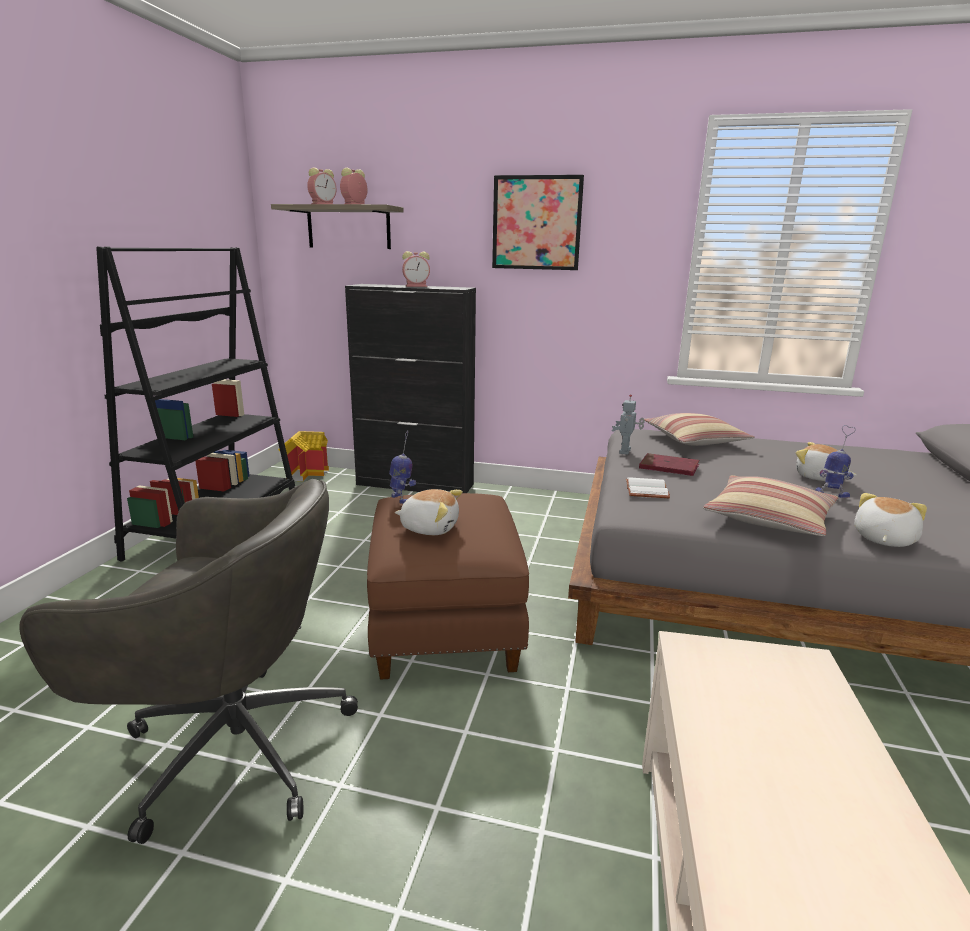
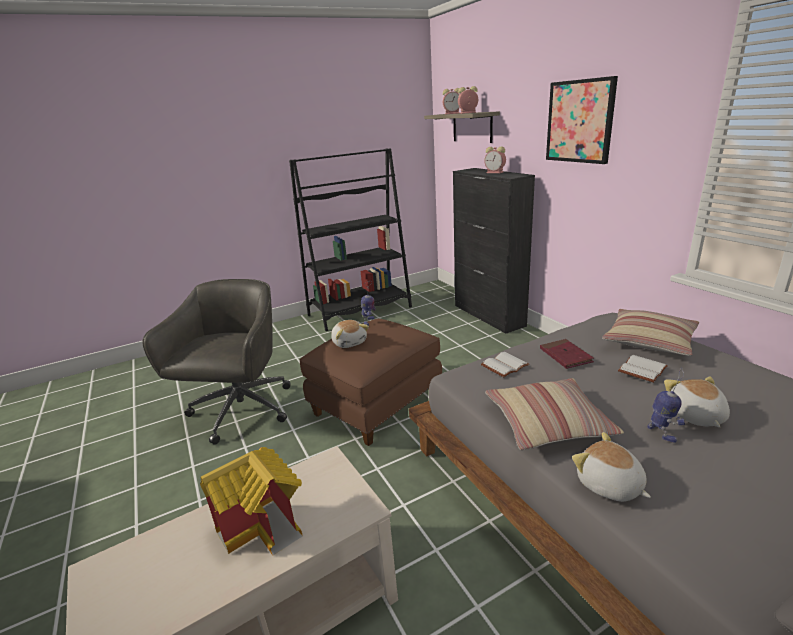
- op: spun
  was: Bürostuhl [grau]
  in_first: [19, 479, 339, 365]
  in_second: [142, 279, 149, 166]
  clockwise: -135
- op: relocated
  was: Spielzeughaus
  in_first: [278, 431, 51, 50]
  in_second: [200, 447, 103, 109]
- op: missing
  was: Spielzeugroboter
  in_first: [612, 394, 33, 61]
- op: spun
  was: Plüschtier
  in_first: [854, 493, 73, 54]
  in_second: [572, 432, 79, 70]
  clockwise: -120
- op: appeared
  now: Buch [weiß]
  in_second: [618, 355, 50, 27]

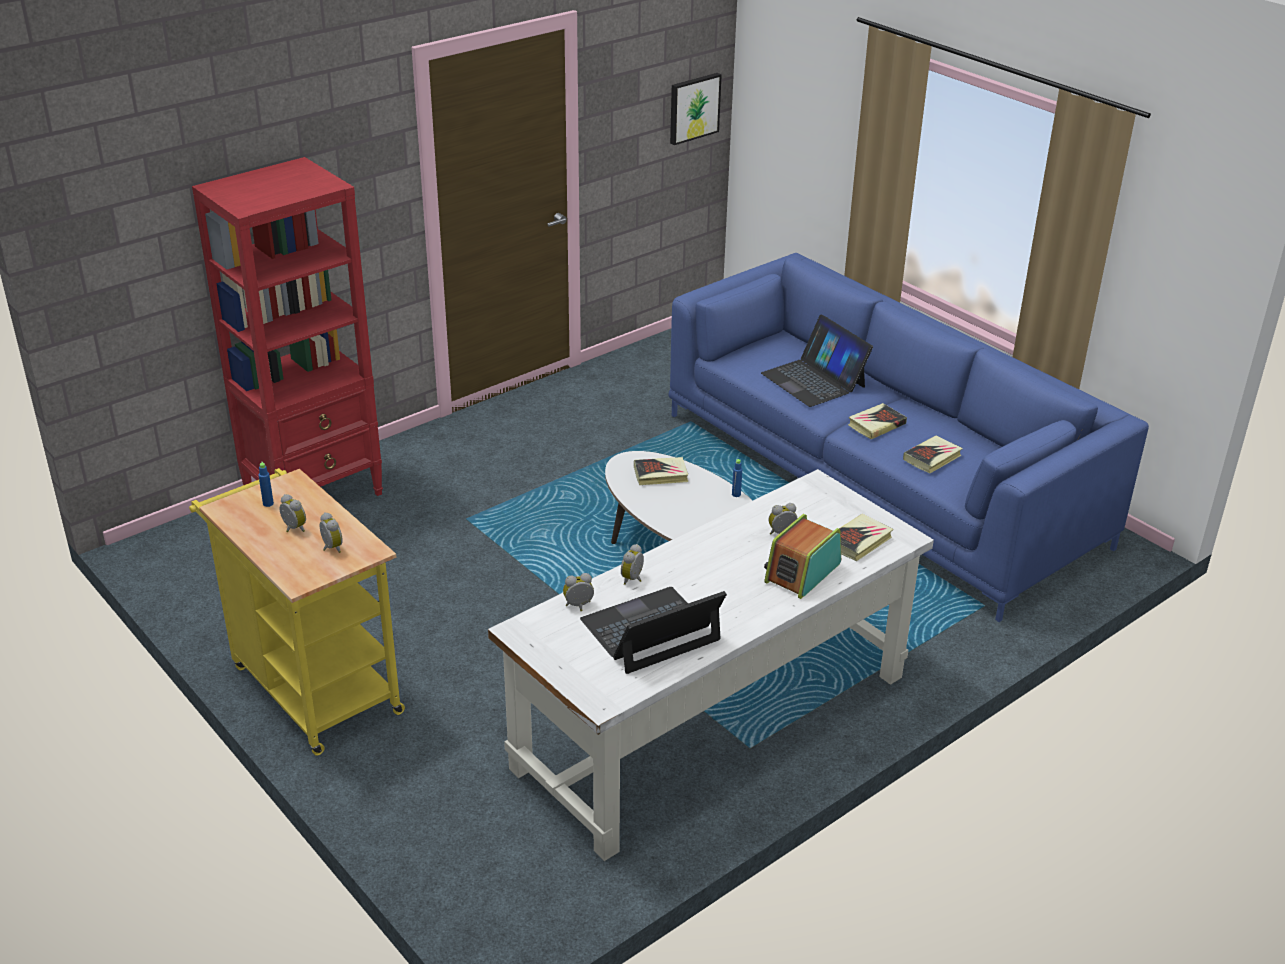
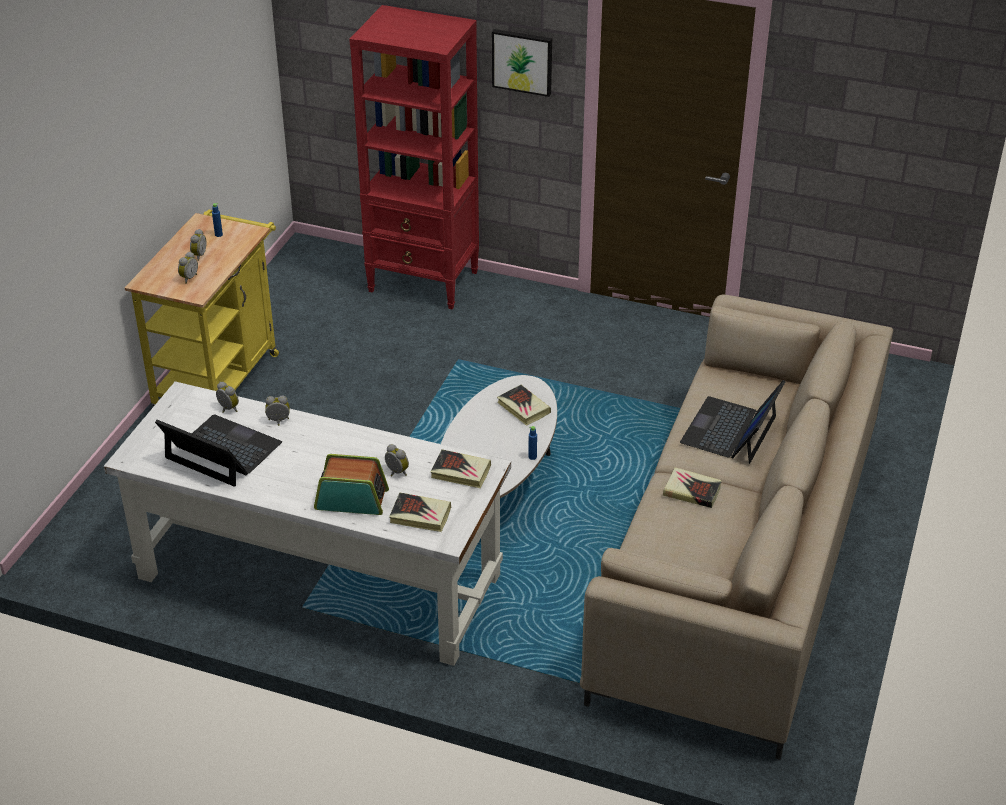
- op: colour
  was: Sofa [blau]
  now: Sofa [beige]
  in_first: [669, 253, 480, 369]
  in_second: [580, 295, 313, 465]
- op: relocated
  was: Bild
  in_first: [670, 73, 52, 72]
  in_second: [492, 29, 60, 68]
- op: relocated
  was: Buch
  in_first: [903, 436, 60, 37]
  in_second: [431, 449, 60, 39]

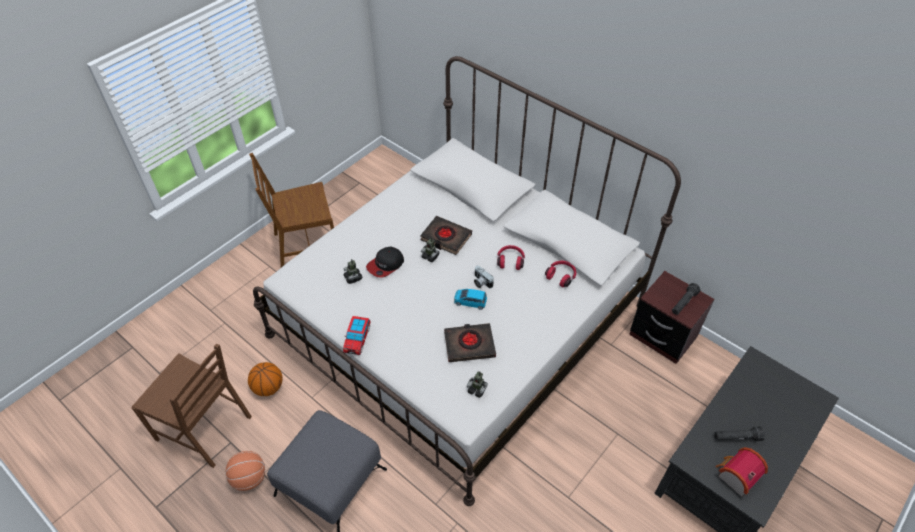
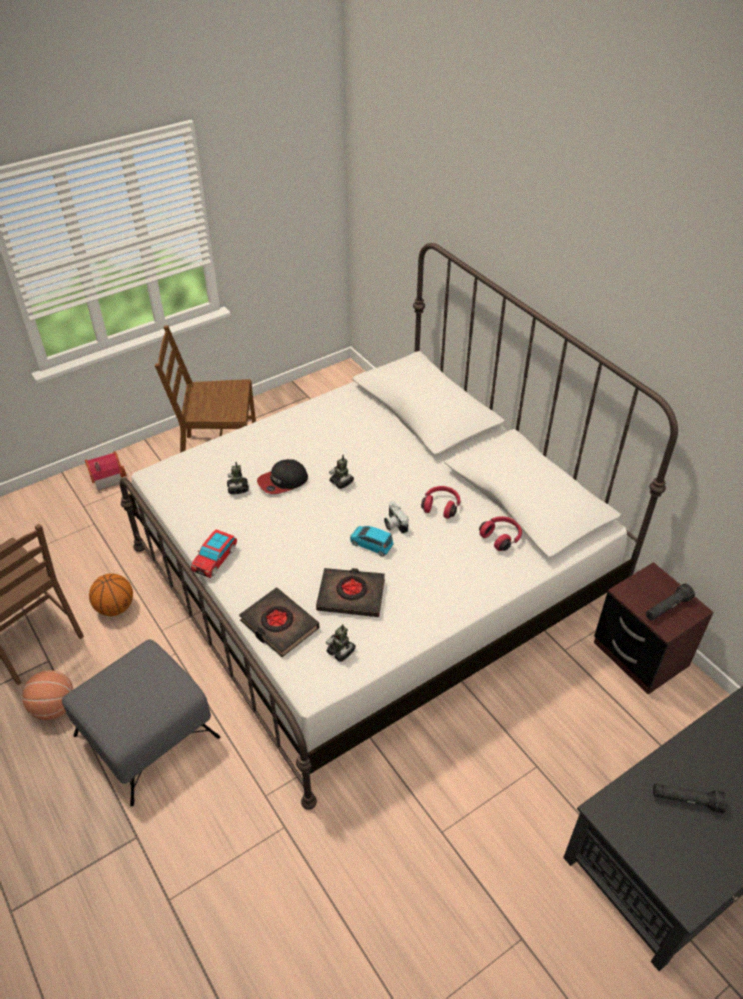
- op: relocated
  was: Buch [schwarz]
  in_first: [420, 216, 52, 39]
  in_second: [239, 587, 80, 70]
- op: relocated
  was: Spielzeughaus
  in_first: [716, 447, 52, 50]
  in_second: [85, 451, 41, 40]

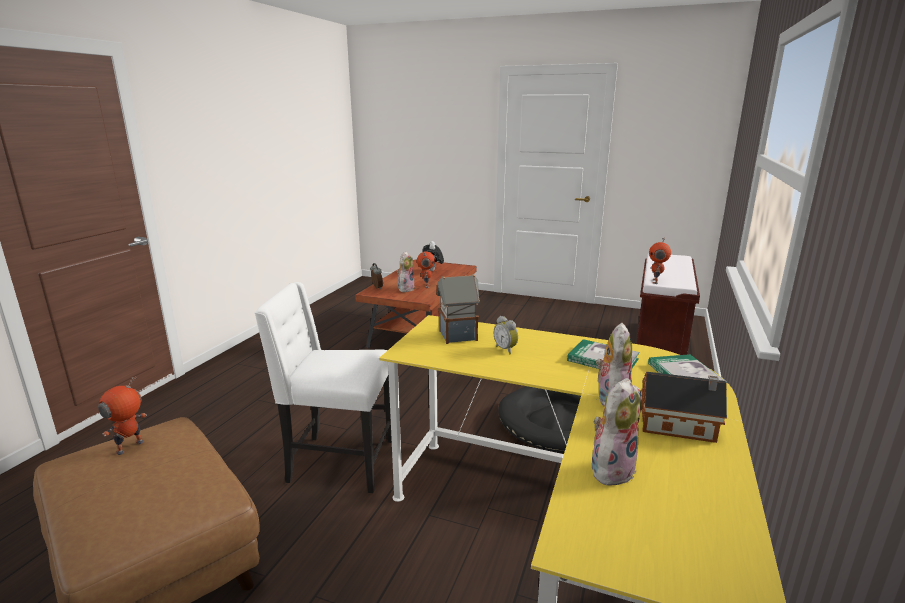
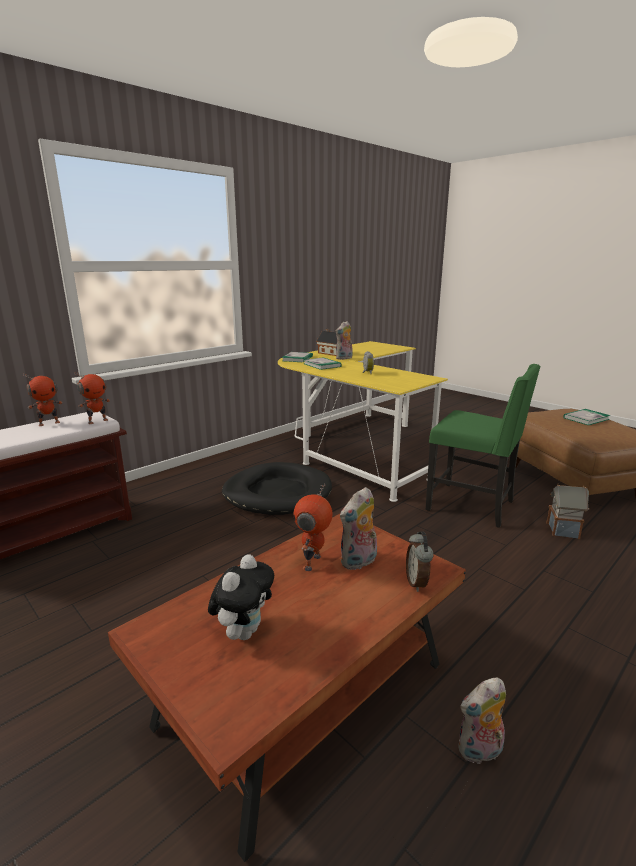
- op: relocated
  was: Spielzeugroboter
  in_first: [98, 376, 49, 79]
  in_second: [23, 374, 40, 52]
- op: colour
  was: Stuhl [weiß]
  now: Stuhl [grün]
  in_first: [254, 282, 138, 211]
  in_second: [426, 364, 115, 164]
- op: relocated
  was: Spielzeughaus
  in_first: [436, 274, 45, 70]
  in_second: [546, 484, 43, 55]
- op: relocated
  was: Plüschtier
  in_first: [592, 378, 50, 108]
  in_second: [458, 678, 48, 86]
- op: appeared
  now: Buch
  in_second: [563, 409, 47, 16]

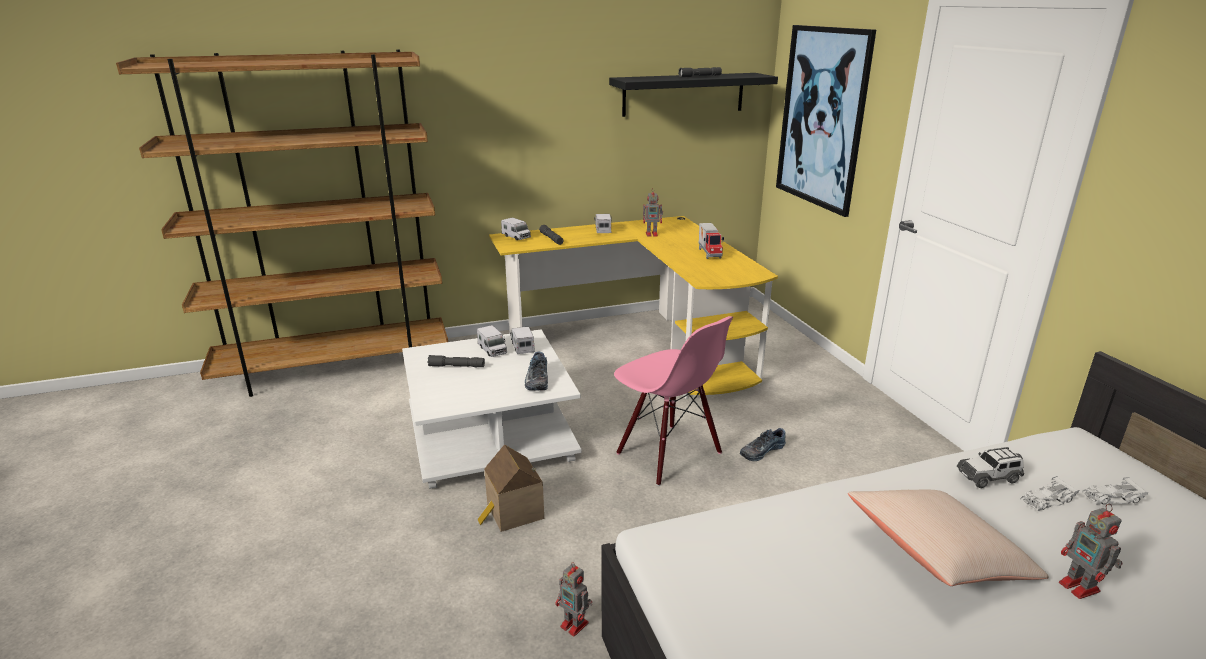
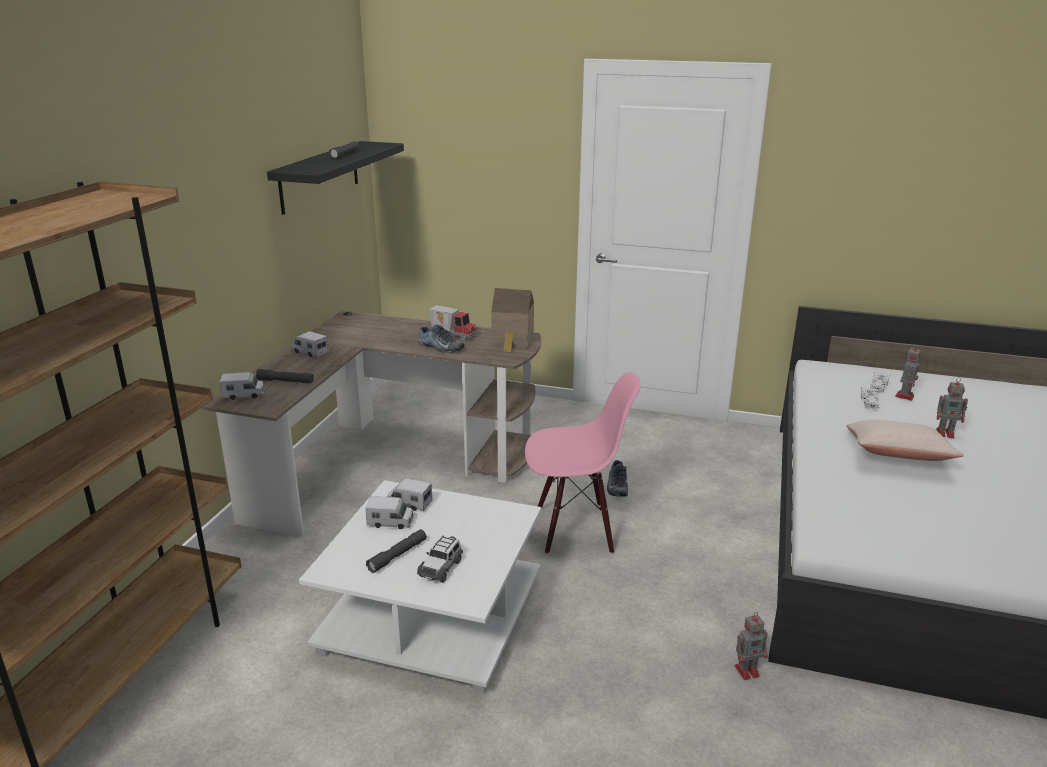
- op: relocated
  was: Spielzeughaus
  in_first: [477, 444, 67, 88]
  in_second: [491, 288, 43, 64]
- op: colour
  was: Schreibtisch [gelb]
  now: Schreibtisch [braun]
  in_first: [489, 216, 289, 183]
  in_second: [202, 311, 339, 226]
- op: relocated
  was: Schuh
  in_first: [525, 352, 23, 39]
  in_second: [418, 324, 47, 29]
- op: relocated
  was: Spielzeugroboter
  in_first: [643, 188, 20, 49]
  in_second: [895, 344, 26, 57]
- op: missing
  was: Bild
  in_first: [776, 25, 100, 192]
- op: relocated
  was: Spielzeugauto
  in_first: [957, 447, 67, 41]
  in_second: [417, 536, 46, 47]

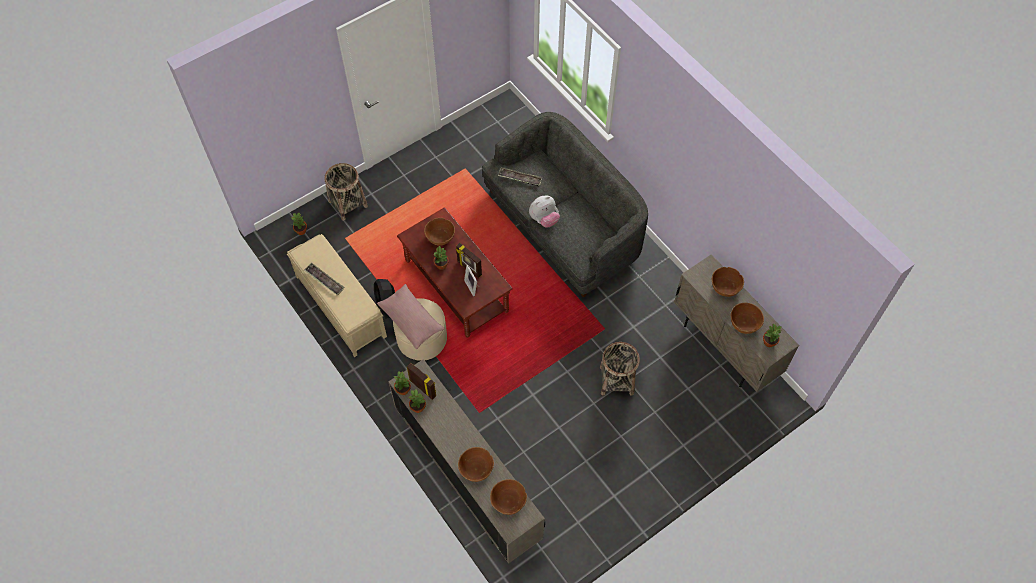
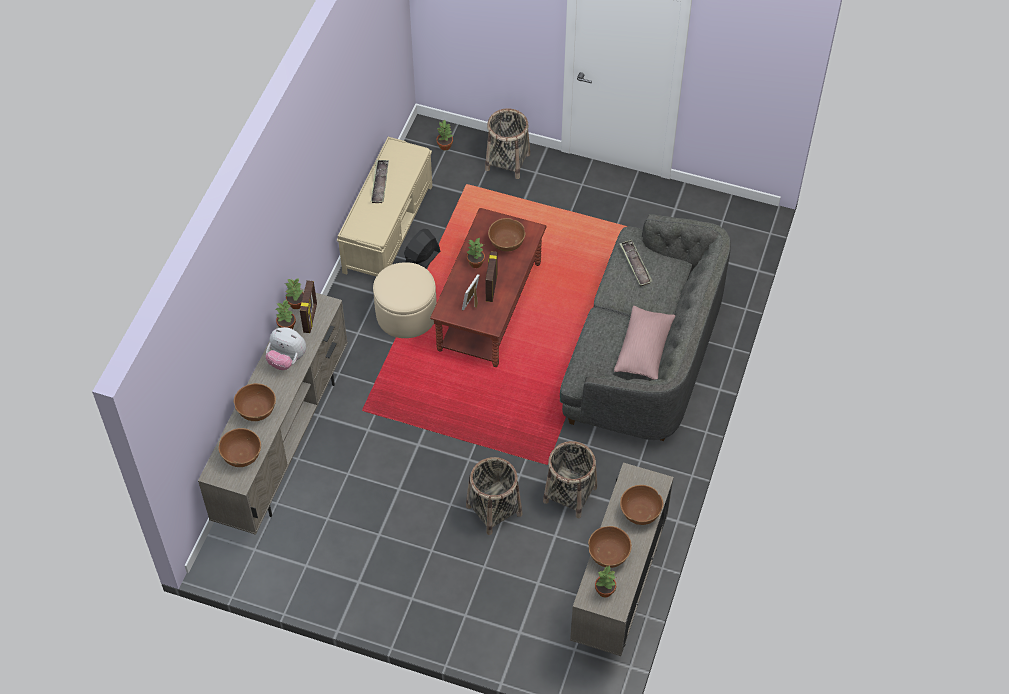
- op: relocated
  was: Kissen [rosa]
  in_first: [377, 284, 68, 66]
  in_second: [614, 306, 62, 74]
- op: relocated
  was: Plüschtier
  in_first: [529, 196, 31, 31]
  in_second: [265, 327, 41, 43]
- op: appeared
  now: Korb
  in_second: [543, 441, 54, 77]

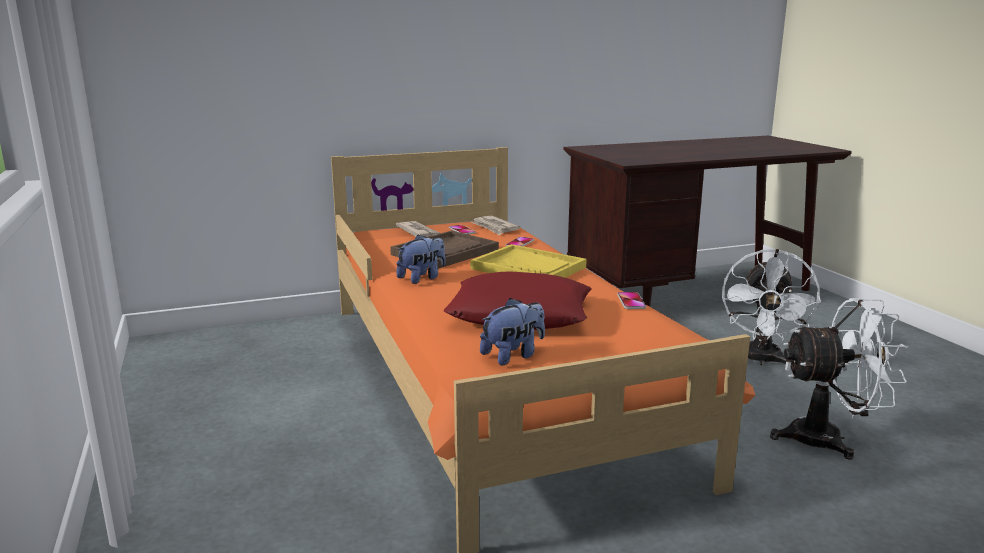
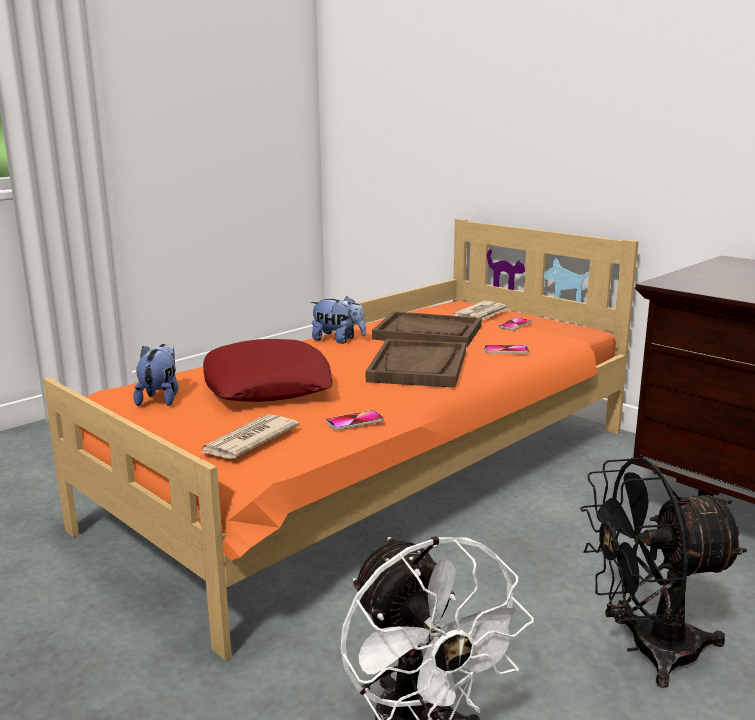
- op: colour
  was: Tablett [gelb]
  now: Tablett [braun]
  in_first: [470, 244, 117, 34]
  in_second: [366, 339, 100, 49]
- op: relocated
  was: Zeitung
  in_first: [471, 216, 49, 19]
  in_second: [200, 414, 99, 45]
- op: spun
  was: Plüschtier
  in_first: [480, 298, 65, 67]
  in_second: [133, 344, 45, 62]
  clockwise: -120
- op: colour
  was: Ventilator [weiß]
  now: Ventilator [schwarz]
  in_first: [722, 249, 99, 119]
  in_second: [580, 458, 167, 230]

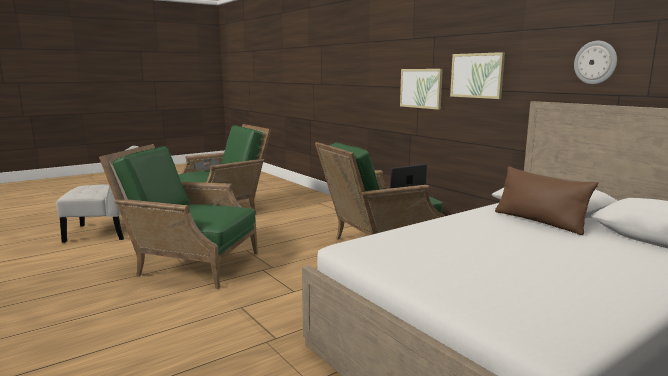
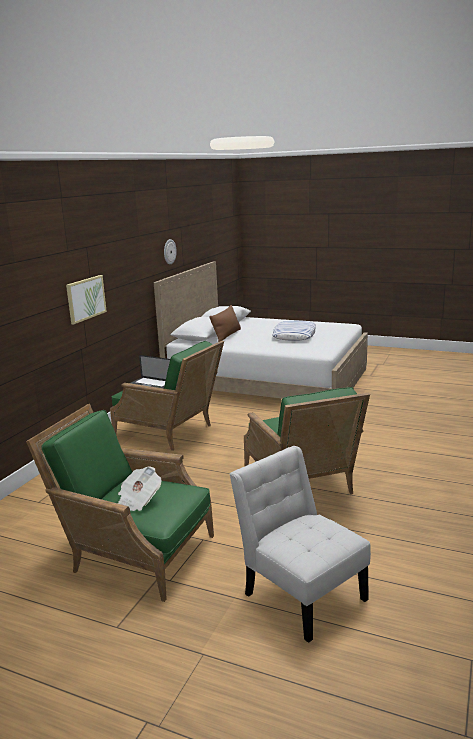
- op: missing
  was: Bild
  in_first: [450, 52, 55, 47]
- op: appeared
  now: Kissen
  in_second: [272, 320, 44, 21]

